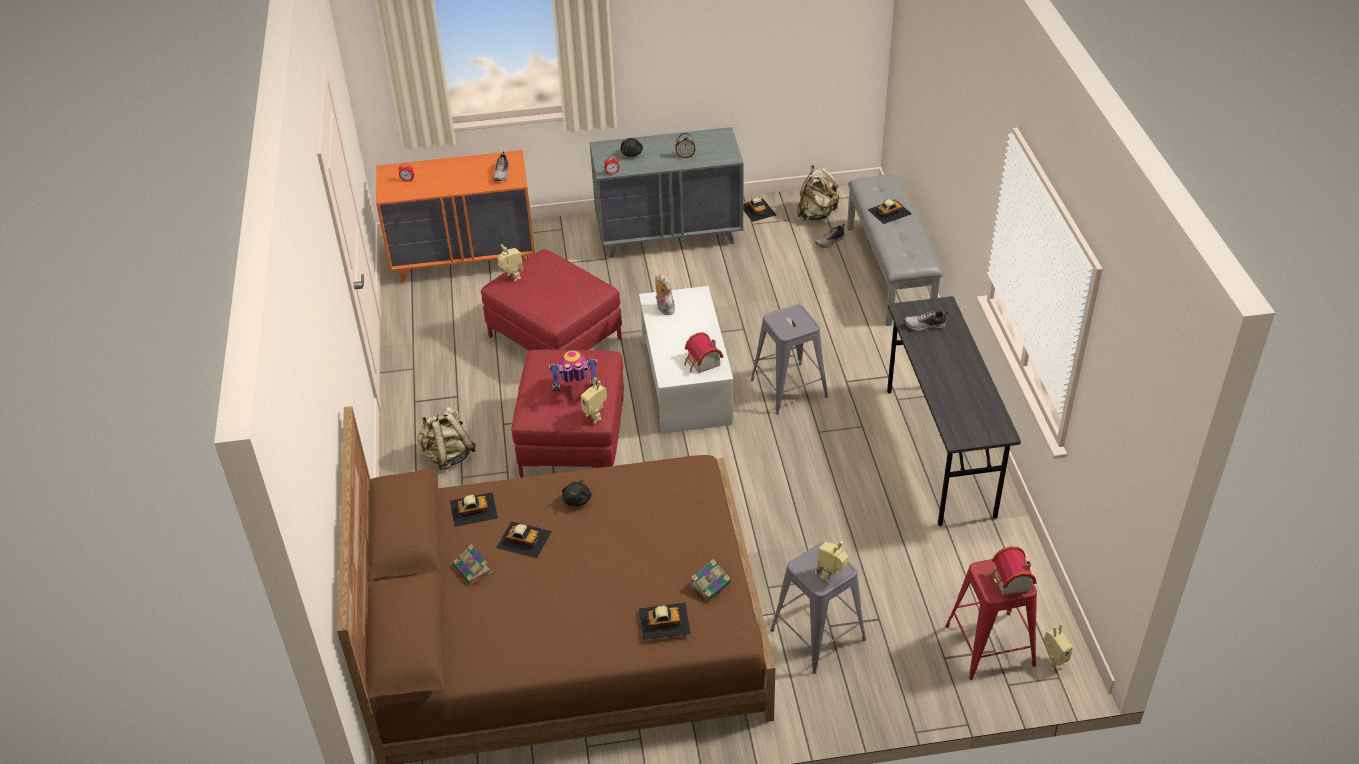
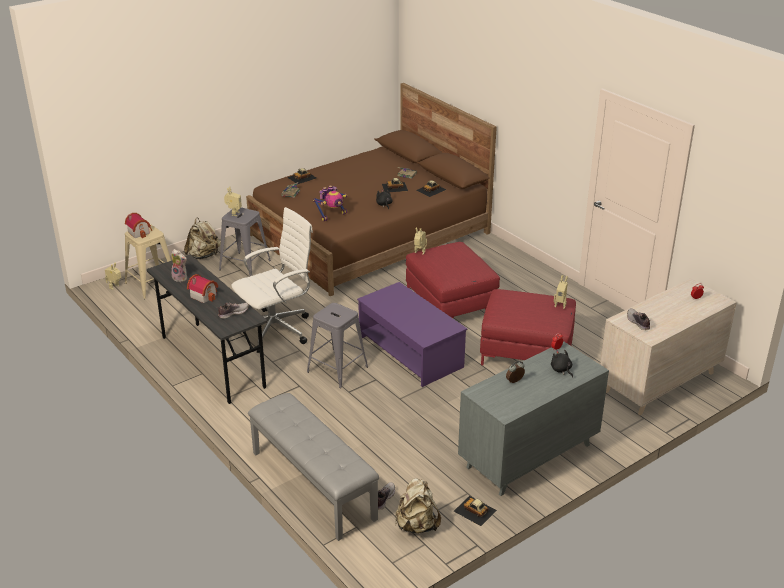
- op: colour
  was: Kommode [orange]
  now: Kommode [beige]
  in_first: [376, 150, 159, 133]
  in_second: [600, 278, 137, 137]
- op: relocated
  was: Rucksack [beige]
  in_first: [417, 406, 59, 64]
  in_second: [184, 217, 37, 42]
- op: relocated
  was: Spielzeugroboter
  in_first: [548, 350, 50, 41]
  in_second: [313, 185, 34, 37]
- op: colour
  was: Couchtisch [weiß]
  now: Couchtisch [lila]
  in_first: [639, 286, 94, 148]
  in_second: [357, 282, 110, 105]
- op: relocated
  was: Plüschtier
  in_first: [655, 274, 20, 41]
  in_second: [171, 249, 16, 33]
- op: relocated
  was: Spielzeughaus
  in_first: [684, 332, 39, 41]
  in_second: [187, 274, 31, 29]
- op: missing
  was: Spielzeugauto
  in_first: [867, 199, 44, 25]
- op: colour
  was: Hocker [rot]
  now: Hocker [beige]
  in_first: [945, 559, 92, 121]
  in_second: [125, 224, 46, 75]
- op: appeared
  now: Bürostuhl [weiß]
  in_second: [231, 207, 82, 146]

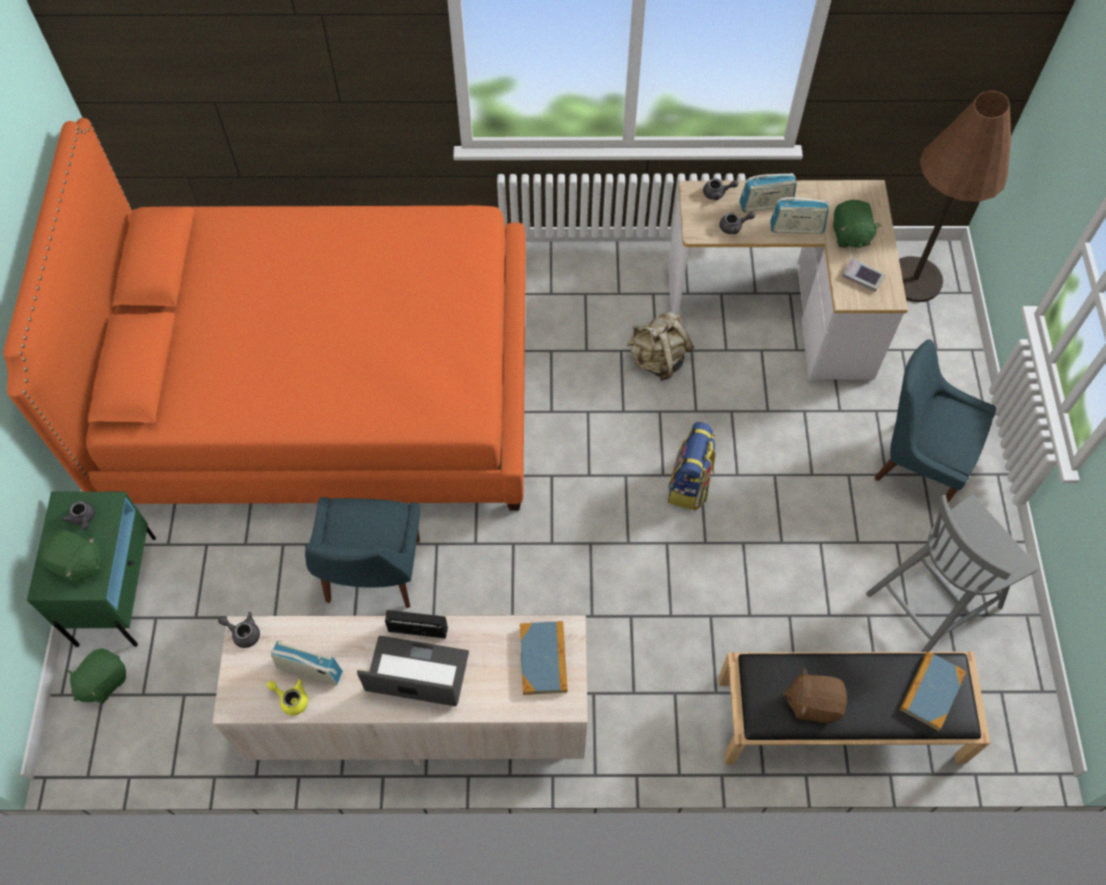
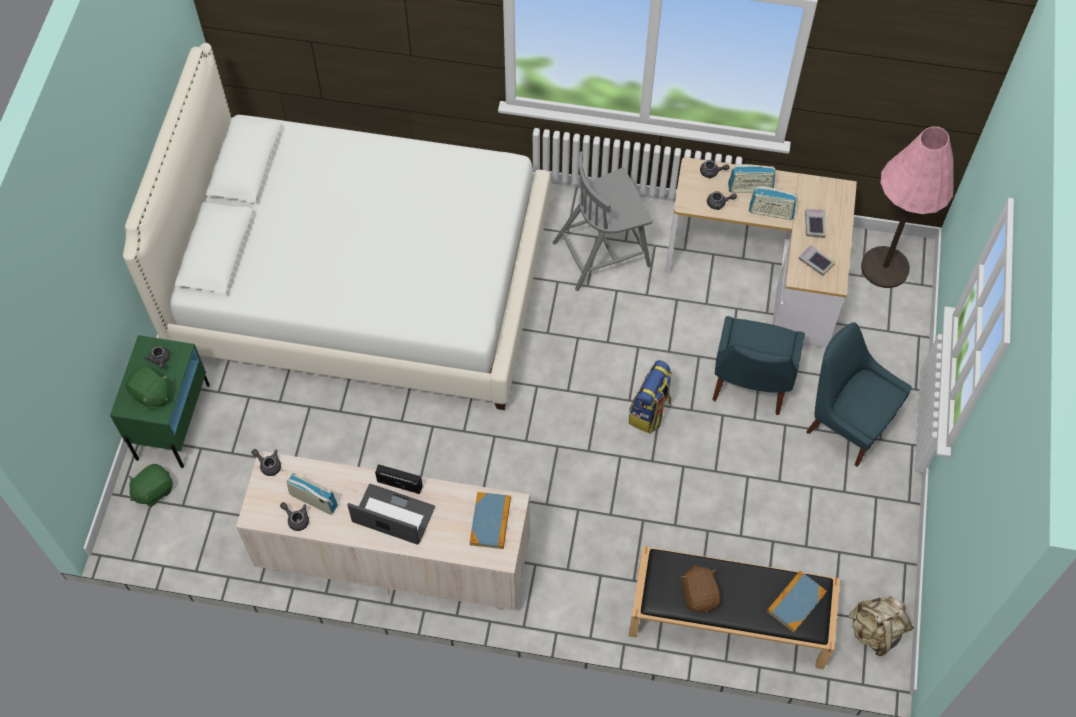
- op: colour
  was: Bett [orange]
  now: Bett [weiß]
  in_first: [3, 118, 523, 393]
  in_second: [123, 43, 428, 367]
- op: colour
  was: Teekanne [gelb]
  now: Teekanne [grau]
  in_first: [267, 679, 41, 37]
  in_second: [280, 502, 29, 29]
- op: relocated
  was: Stuhl [blau]
  in_first: [305, 497, 115, 111]
  in_second: [712, 316, 93, 99]
- op: relocated
  was: Rucksack [beige]
  in_first: [627, 311, 67, 70]
  in_second: [849, 597, 64, 59]
- op: spun
  was: Plüschtier [braun]
  in_first: [783, 668, 64, 55]
  in_second: [680, 565, 41, 48]
  clockwise: 60
- op: exchanged
  was: Plüschtier [grün]
  now: Buch
  in_first: [833, 200, 48, 48]
  in_second: [805, 209, 21, 29]
- op: relocated
  was: Stuhl [grau]
  in_first: [866, 494, 172, 158]
  in_second: [552, 151, 100, 140]
- op: colour
  was: Stehlampe [braun]
  now: Stehlampe [rosa]
  in_first: [899, 91, 112, 211]
  in_second: [861, 127, 93, 161]

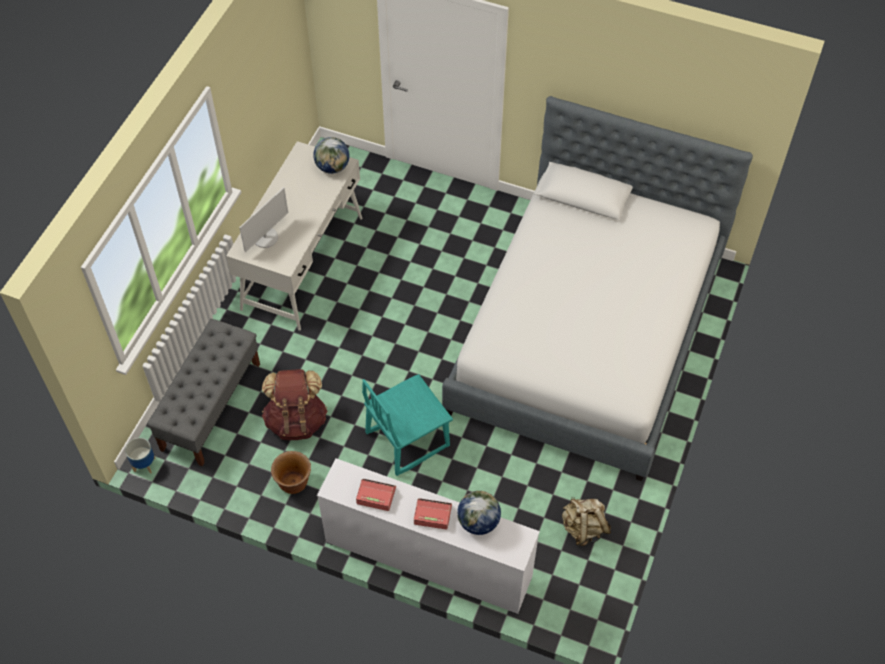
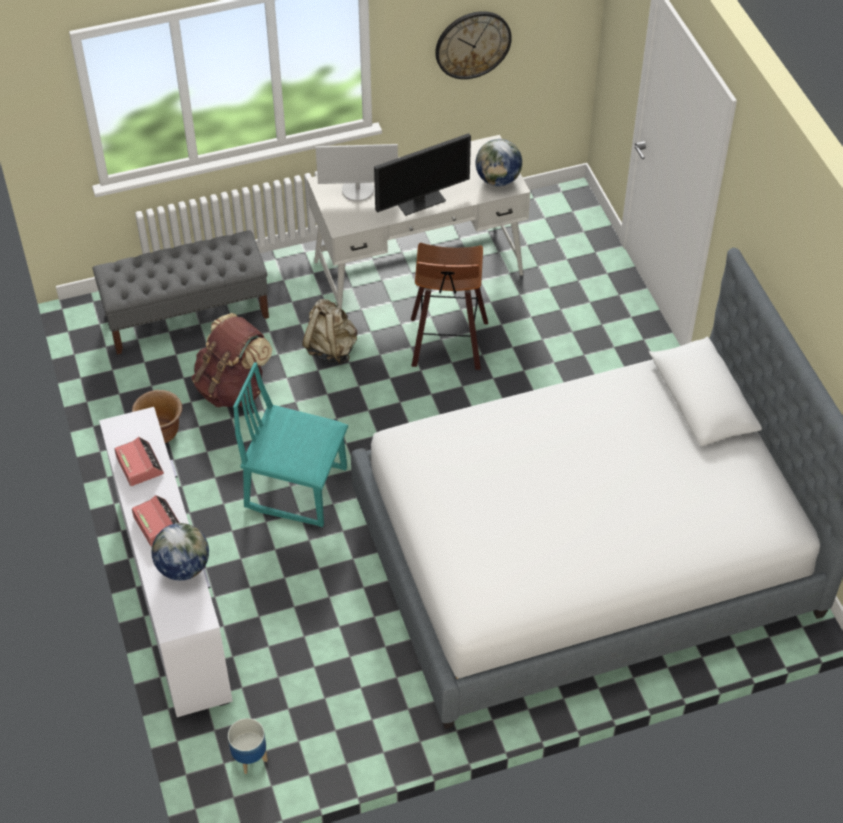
- op: relocated
  was: Pflanzkübel
  in_first: [125, 438, 31, 36]
  in_second: [228, 718, 40, 56]
- op: relocated
  was: Rucksack [beige]
  in_first: [562, 497, 49, 49]
  in_second: [302, 299, 55, 65]
- op: appeared
  now: Monitor
  in_second: [374, 133, 97, 83]
- op: appeared
  now: Hocker
  in_second: [411, 243, 77, 127]
- op: appeared
  now: Wanduhr
  in_second: [435, 11, 77, 68]

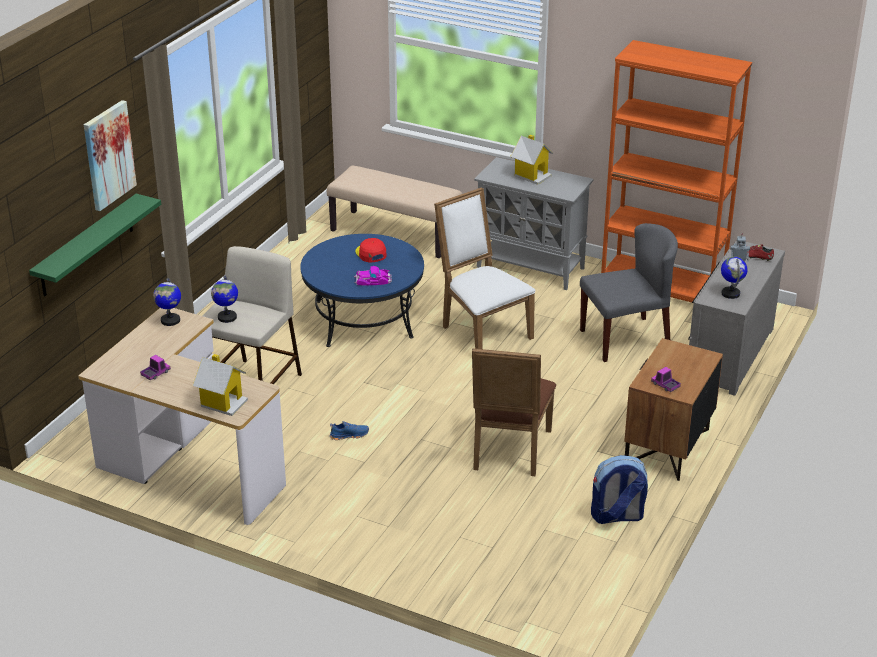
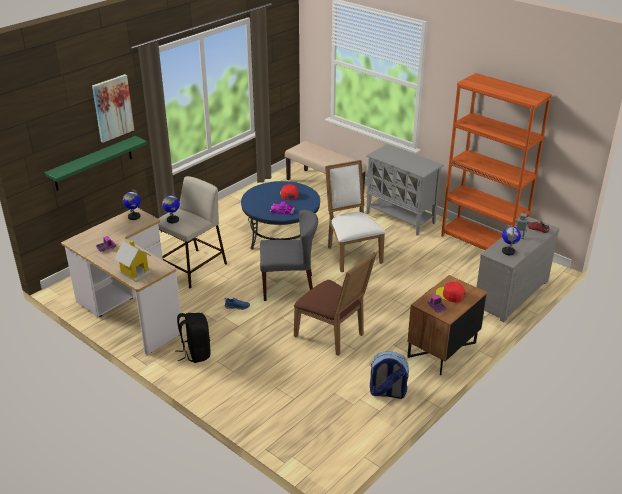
- op: spun
  was: Stuhl [braun]
  in_first: [472, 348, 84, 128]
  in_second: [294, 252, 83, 103]
  clockwise: -75
- op: missing
  was: Spielzeughaus
  in_first: [510, 135, 43, 50]
- op: relocated
  was: Stuhl [grau]
  in_first: [580, 223, 98, 139]
  in_second: [260, 210, 58, 91]
- op: appeared
  now: Rucksack [schwarz]
  in_second: [175, 313, 35, 50]
- op: appeared
  now: Kappe [rot]
  in_second: [436, 282, 29, 20]

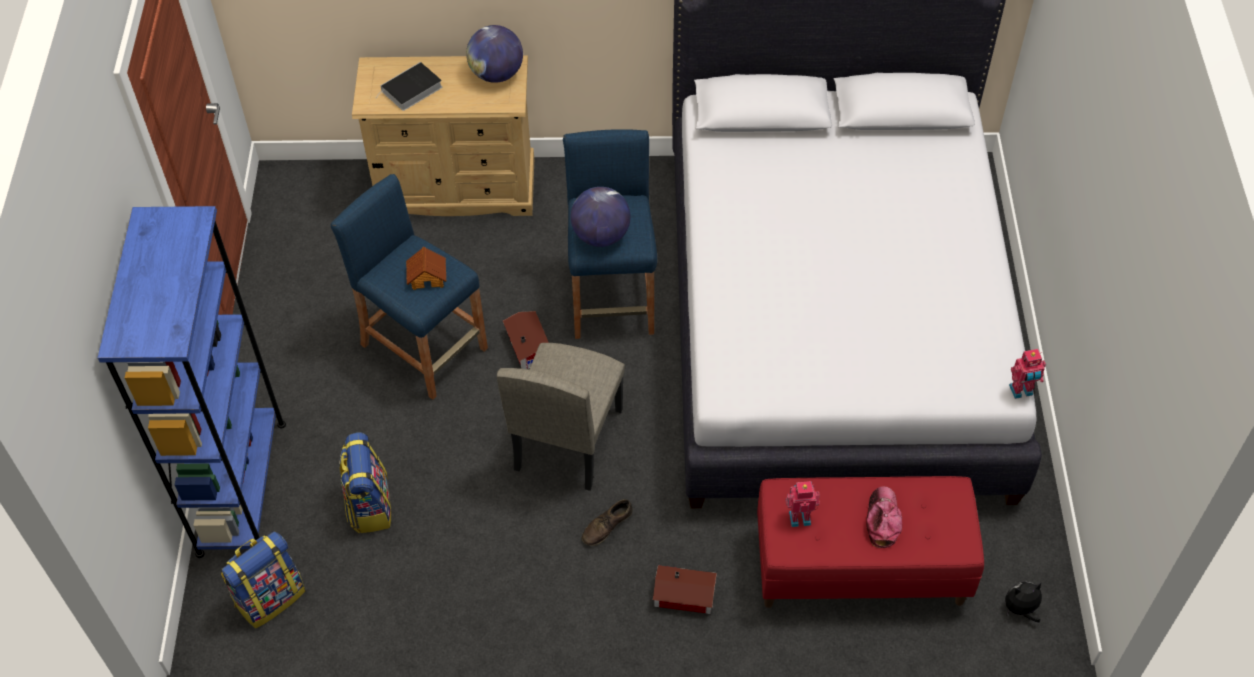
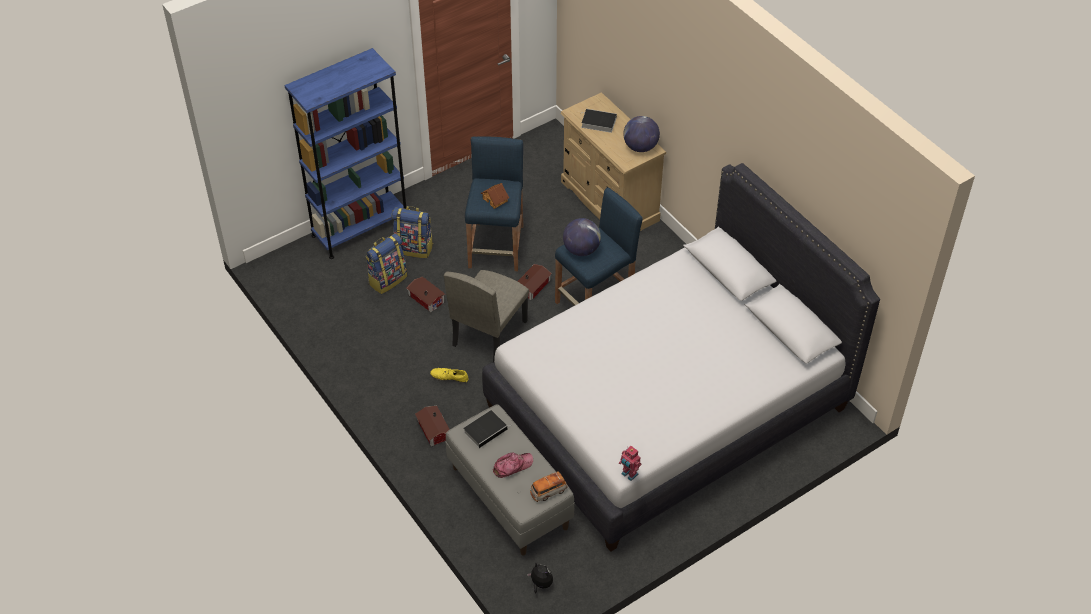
- op: relocated
  was: Rucksack
  in_first: [221, 531, 84, 98]
  in_second: [391, 206, 42, 52]
- op: spun
  was: Stuhl [beige]
  in_first: [497, 343, 128, 148]
  in_second: [444, 270, 85, 93]
  clockwise: -45
- op: colour
  was: Schuh [braun]
  now: Schuh [gelb]
  in_first: [581, 499, 52, 47]
  in_second: [430, 368, 38, 15]
- op: colour
  was: Bank [rot]
  now: Bank [grau]
  in_first: [757, 476, 227, 132]
  in_second: [446, 404, 129, 151]
- op: exchanged
  was: Spielzeugroboter
  now: Buch
  in_first: [786, 481, 34, 46]
  in_second: [463, 410, 48, 38]
- op: appeared
  now: Spielzeughaus
  in_second: [406, 276, 39, 36]
- op: appeared
  now: Spielzeugauto
  in_second: [530, 471, 38, 31]

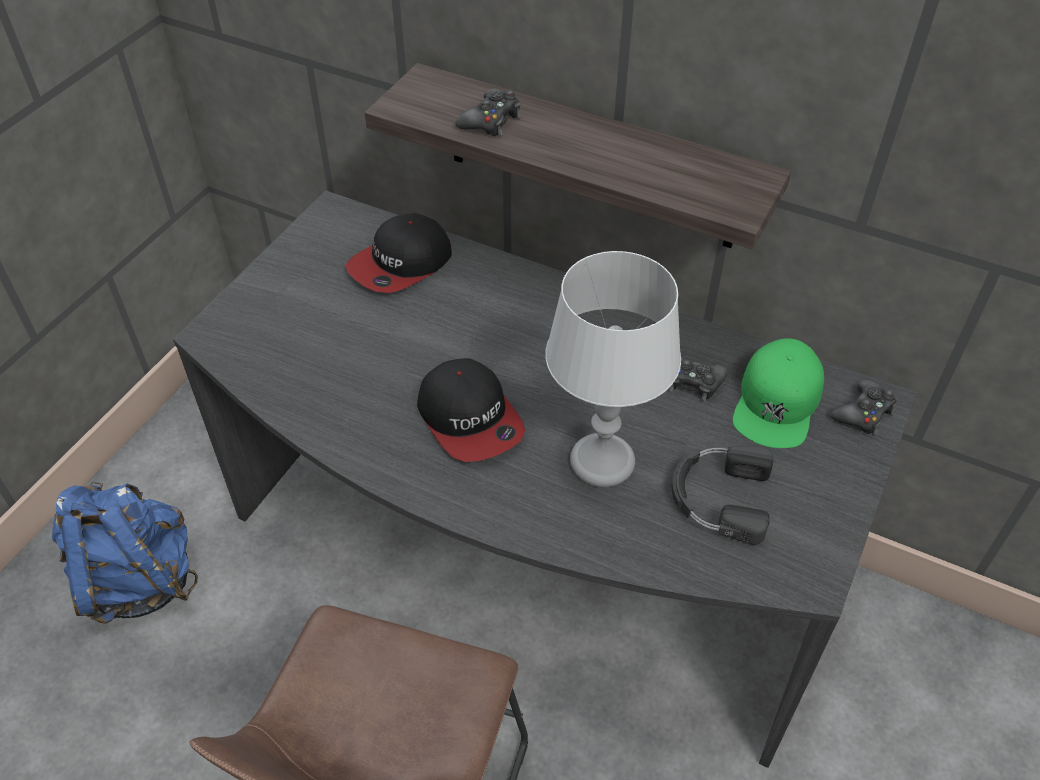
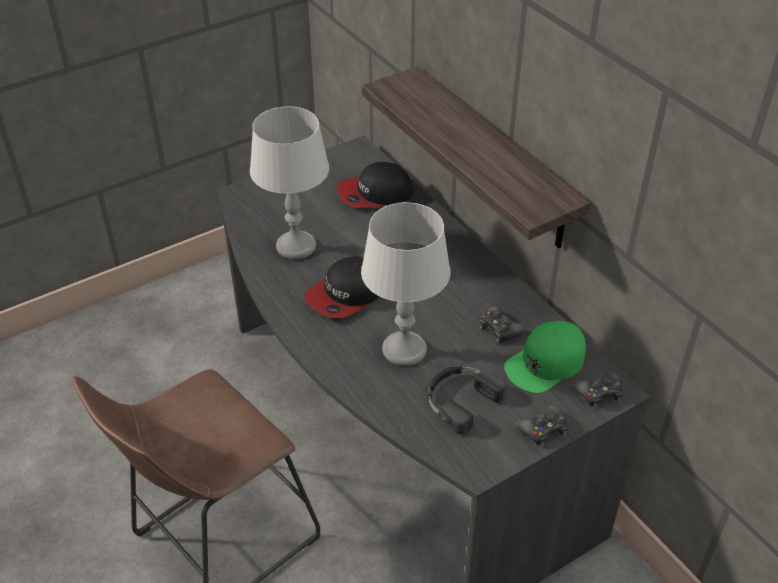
- op: missing
  was: Rucksack [blau]
  in_first: [52, 482, 146, 142]
- op: spun
  was: Kappe
  in_first: [417, 358, 108, 104]
  in_second: [304, 256, 75, 62]
  clockwise: 45
- op: relocated
  was: Gamepad [schwarz]
  in_first: [455, 88, 66, 48]
  in_second: [515, 405, 53, 42]
- op: appeared
  now: Tischlampe [grau]
  in_second: [250, 106, 79, 154]

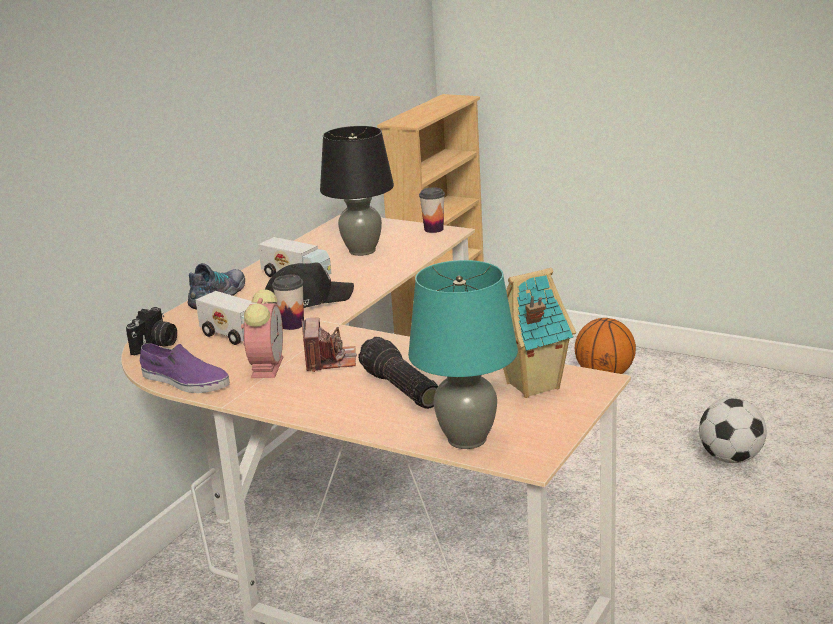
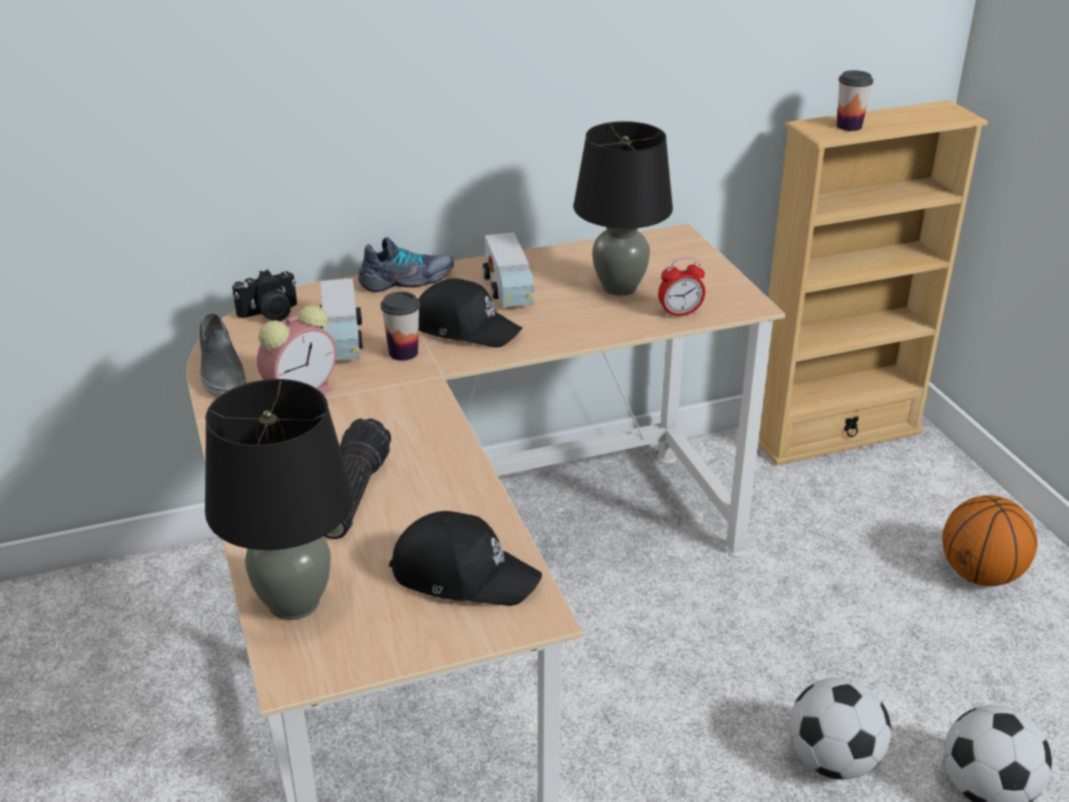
- op: colour
  was: Schuh [lila]
  now: Schuh [grau]
  in_first: [140, 343, 90, 50]
  in_second: [200, 313, 46, 85]
- op: missing
  was: Kamera
  in_first: [301, 317, 56, 55]
- op: colour
  was: Tischlampe [türkis]
  now: Tischlampe [schwarz]
  in_first: [408, 260, 110, 189]
  in_second: [205, 379, 149, 241]
- op: relocated
  was: Tasse
  in_first: [419, 187, 26, 46]
  in_second: [837, 70, 36, 61]
- op: exchanged
  was: Spielzeughaus
  now: Kappe [schwarz]
  in_first: [503, 268, 73, 130]
  in_second: [389, 511, 153, 95]
- op: appeared
  now: Wecker
  in_second: [658, 257, 47, 60]
- op: appeared
  now: Fußball
  in_second: [789, 677, 102, 103]

